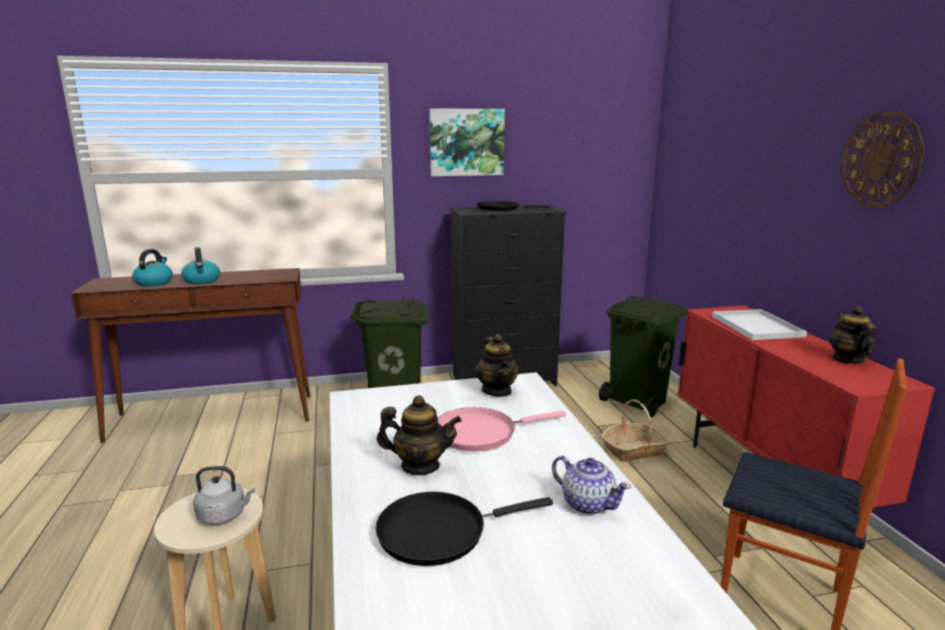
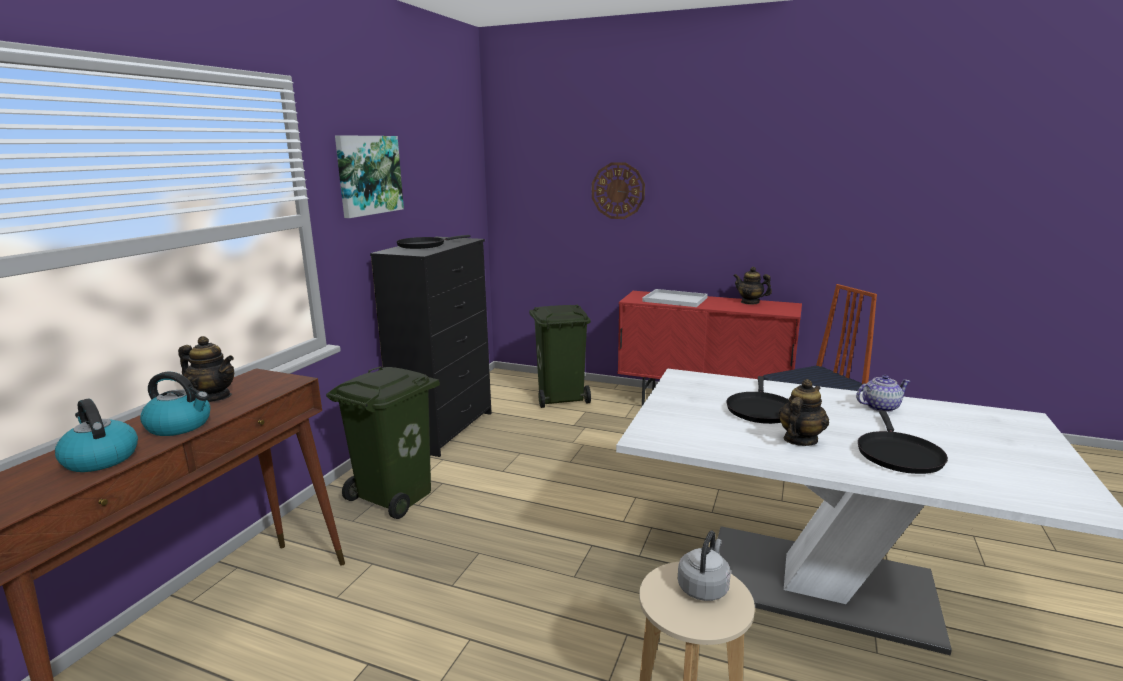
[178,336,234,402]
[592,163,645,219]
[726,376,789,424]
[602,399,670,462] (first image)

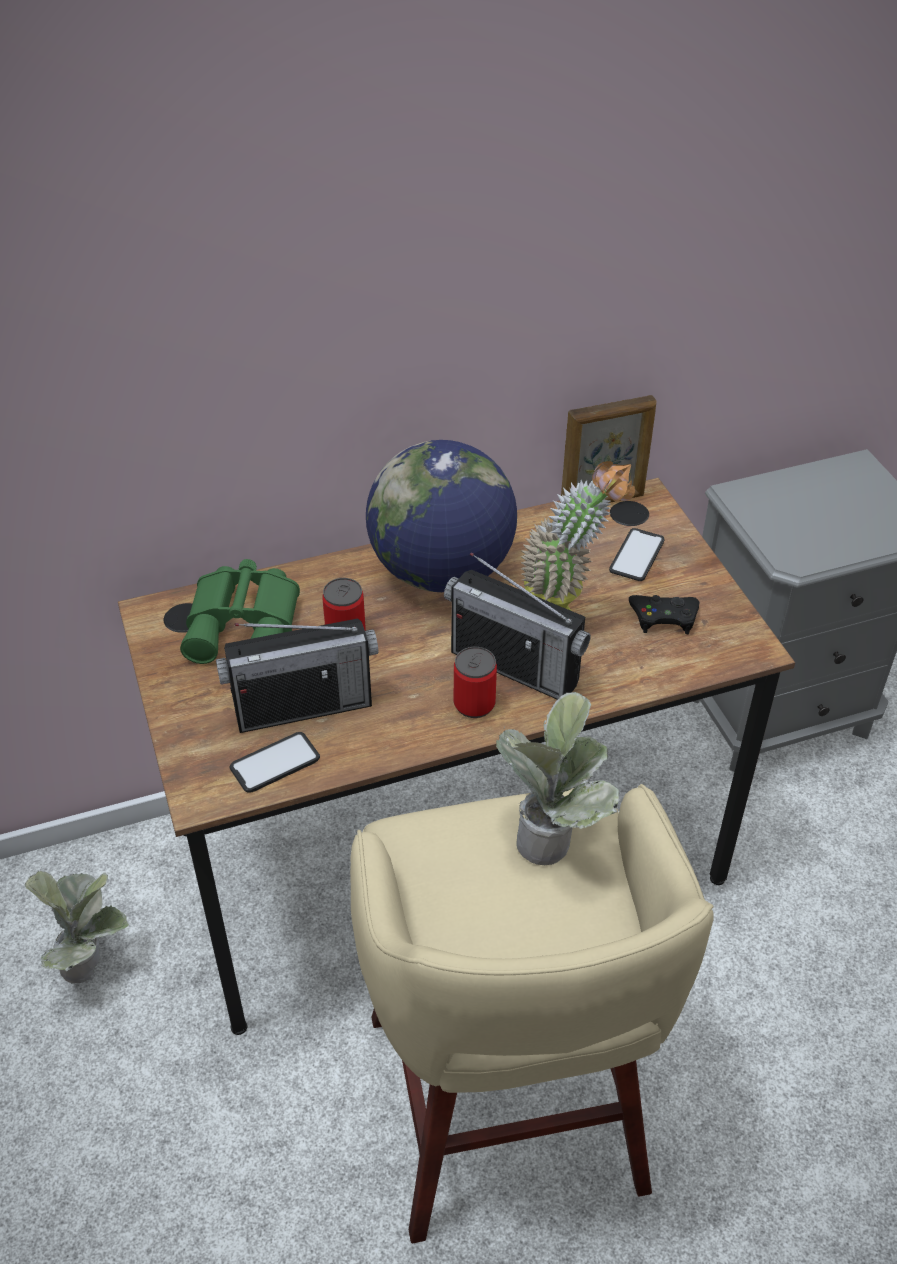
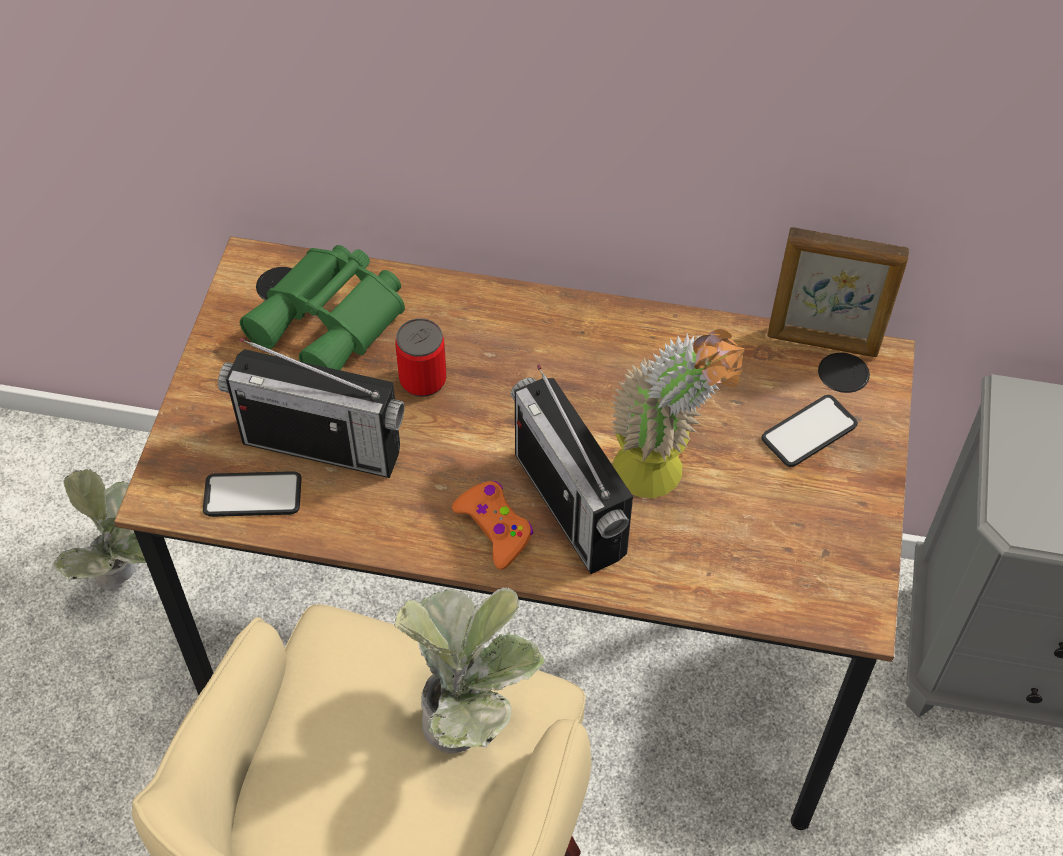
[452,481,533,570]
[366,440,517,592] (first image)
[629,595,699,634] (first image)

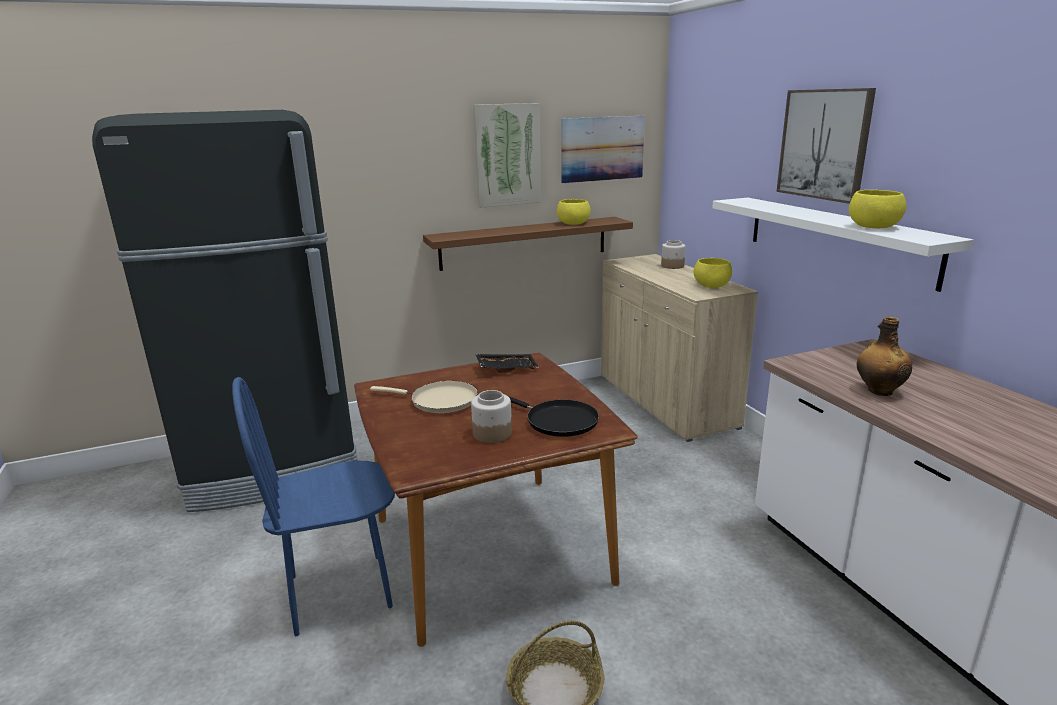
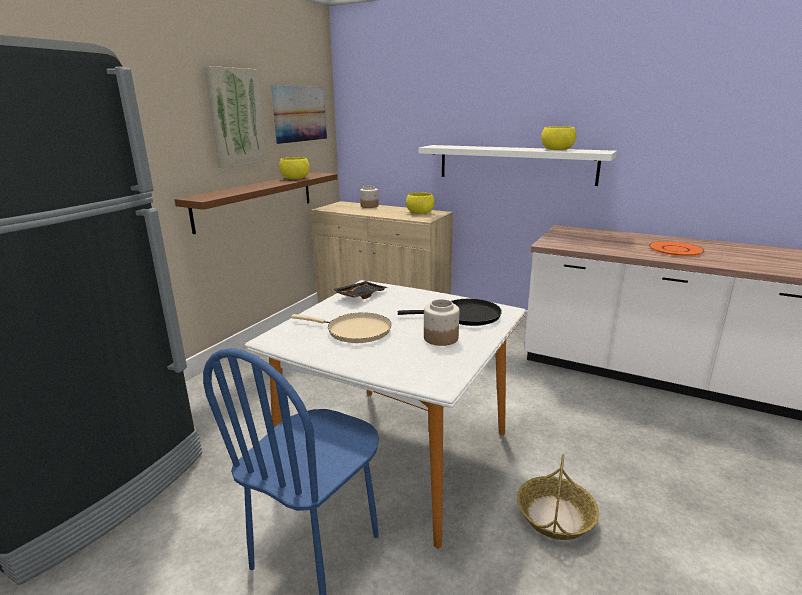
[245,280,526,549]
[291,312,392,343]
[649,241,705,257]
[776,88,876,204] (first image)
[857,317,912,396] (first image)

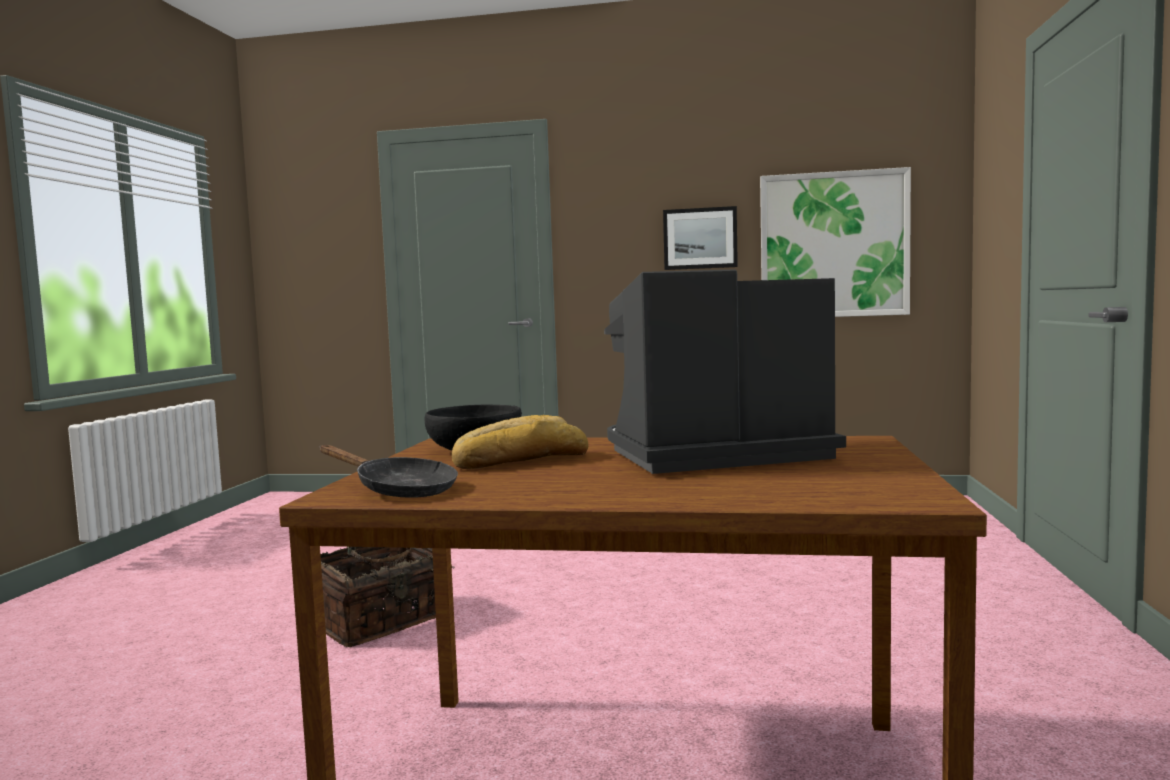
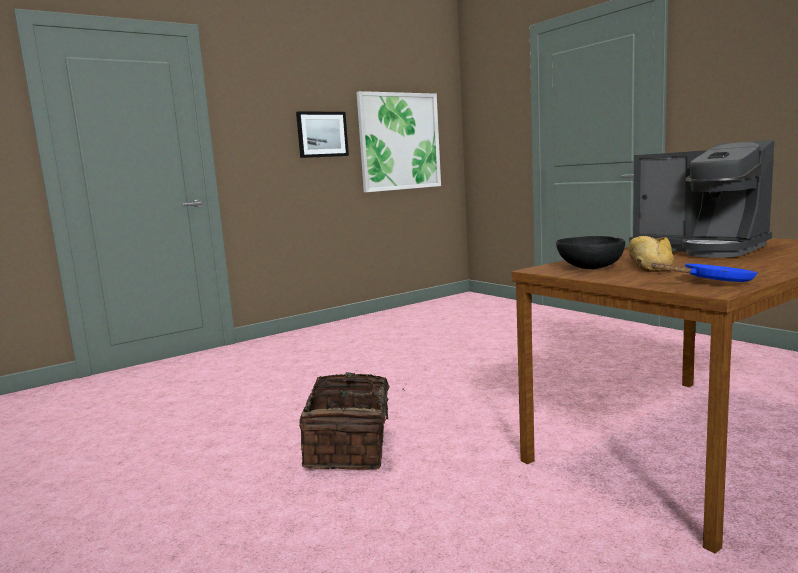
[629,140,774,258]
[651,263,758,282]

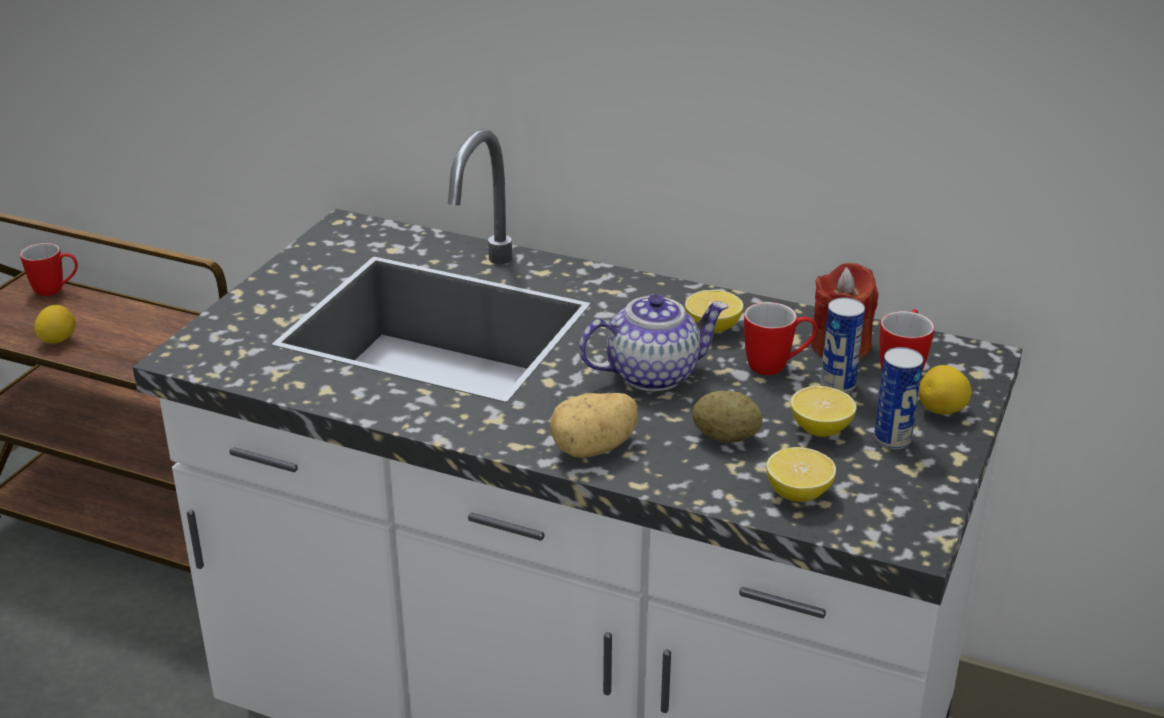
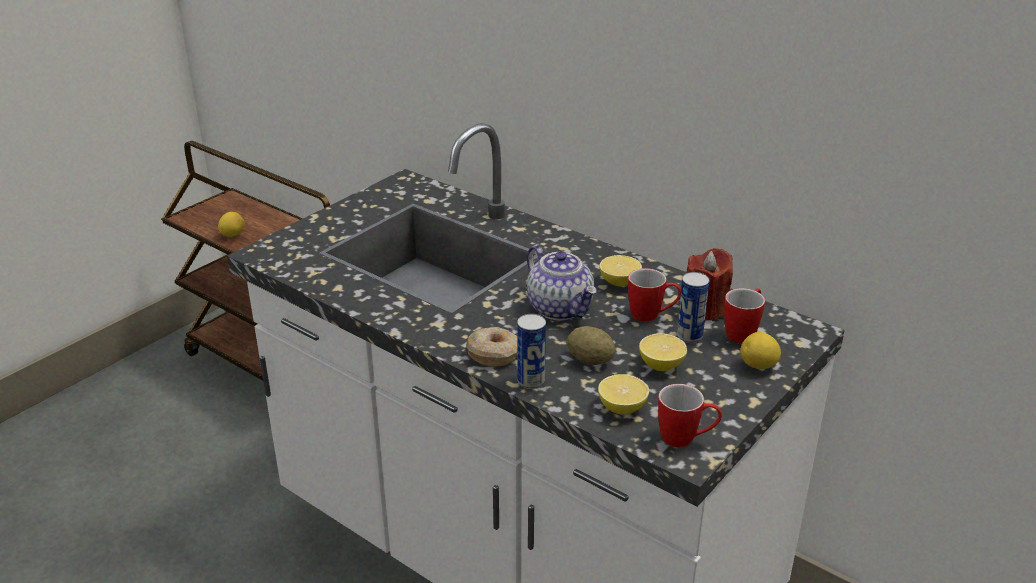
[466,327,517,367]
[517,314,546,389]
[527,245,597,320]
[658,384,722,447]

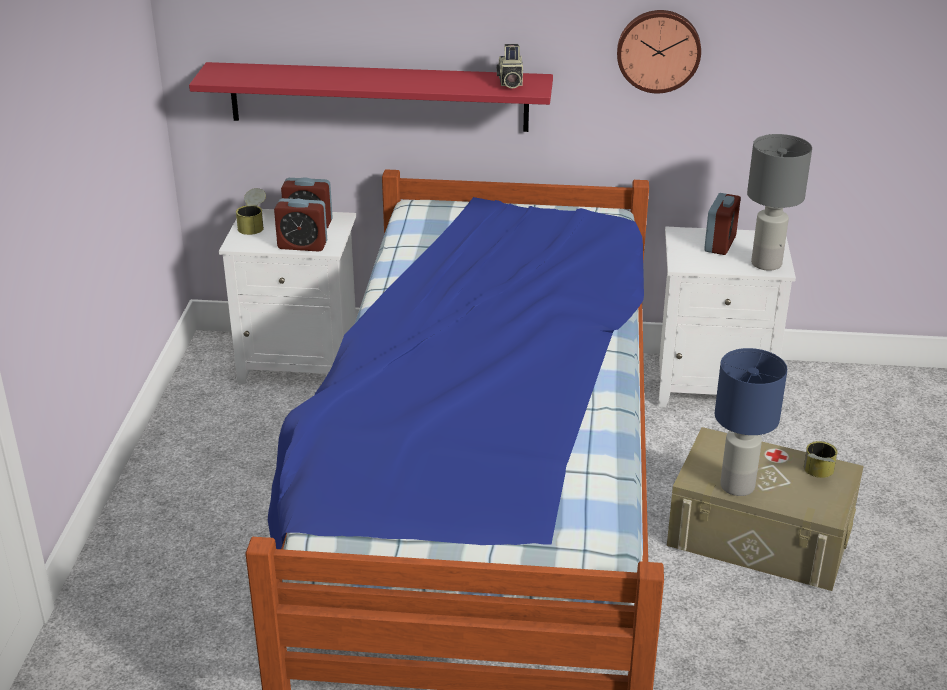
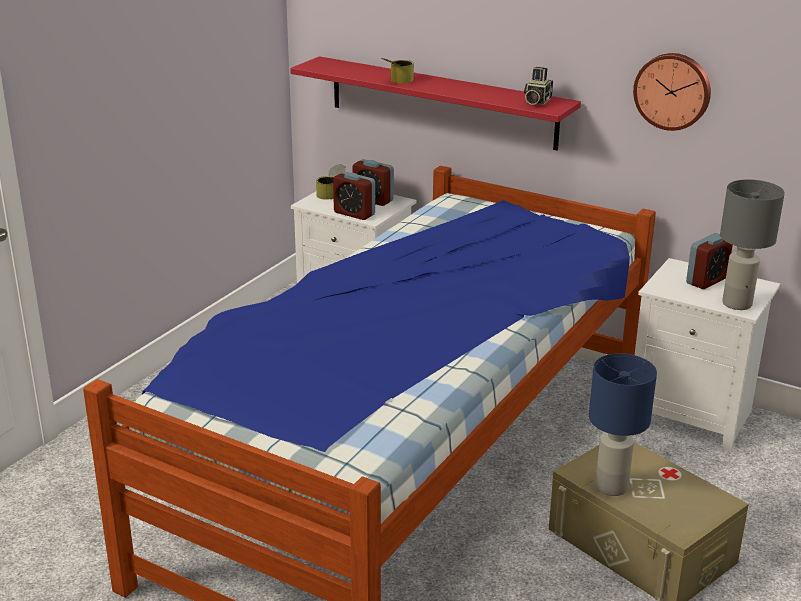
[381,58,414,84]

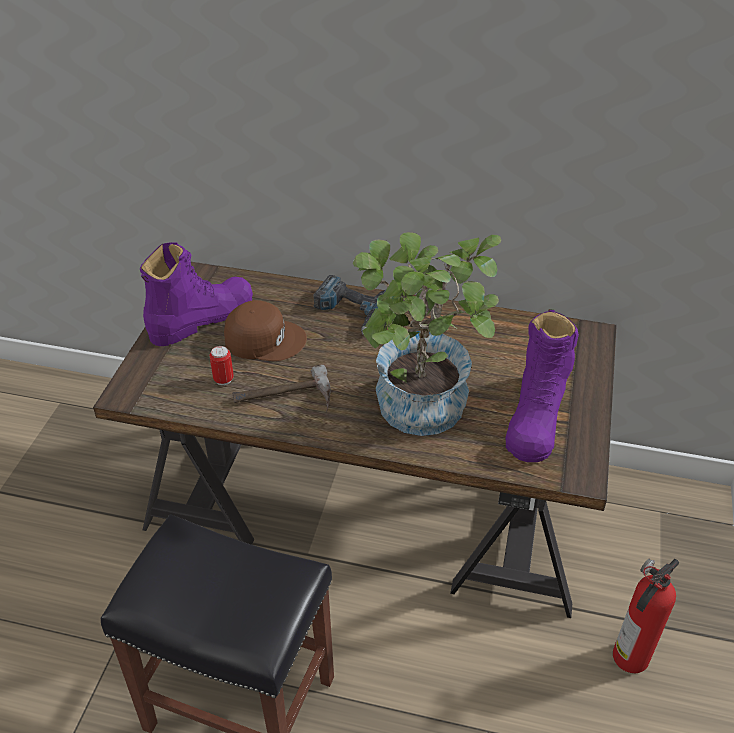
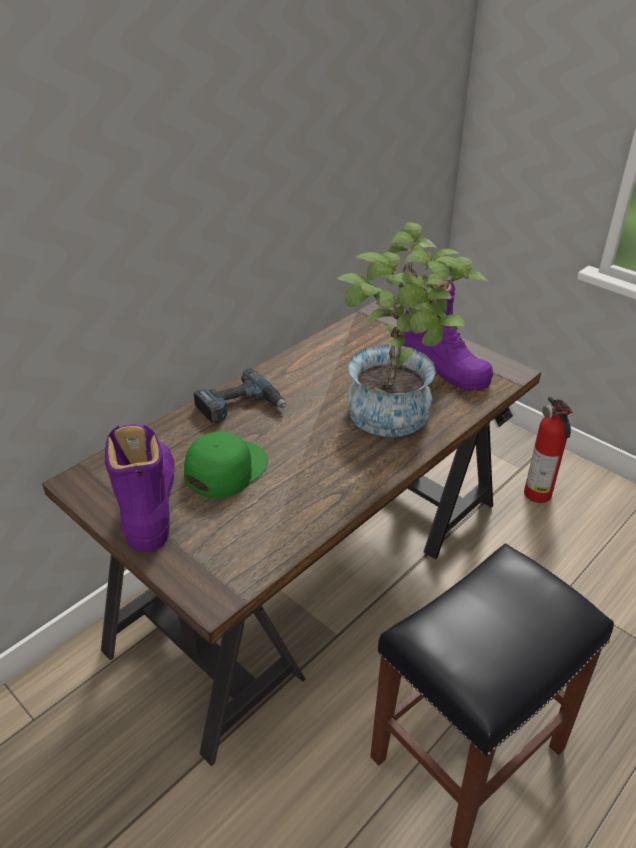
[184,432,268,499]
[209,346,234,385] (first image)
[232,365,331,412] (first image)

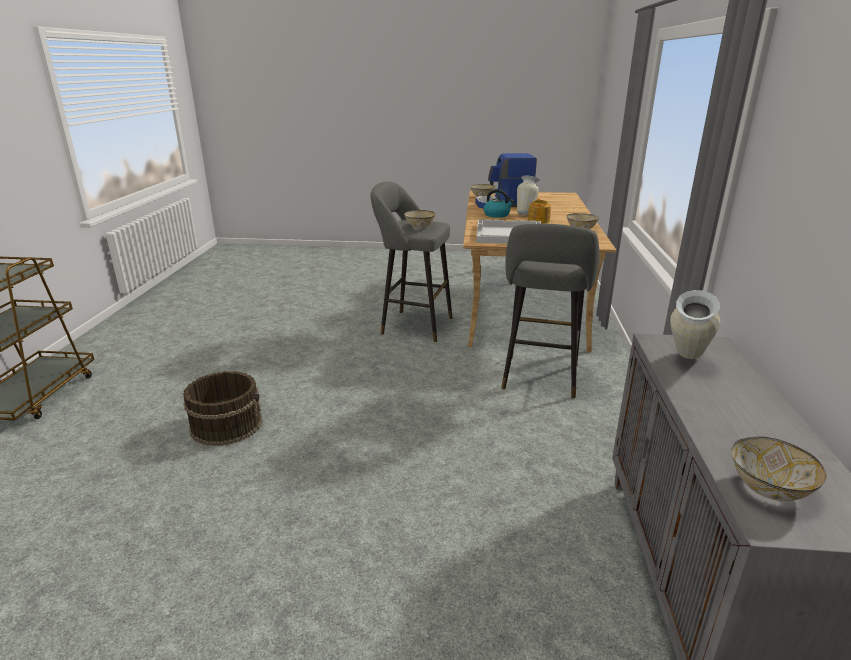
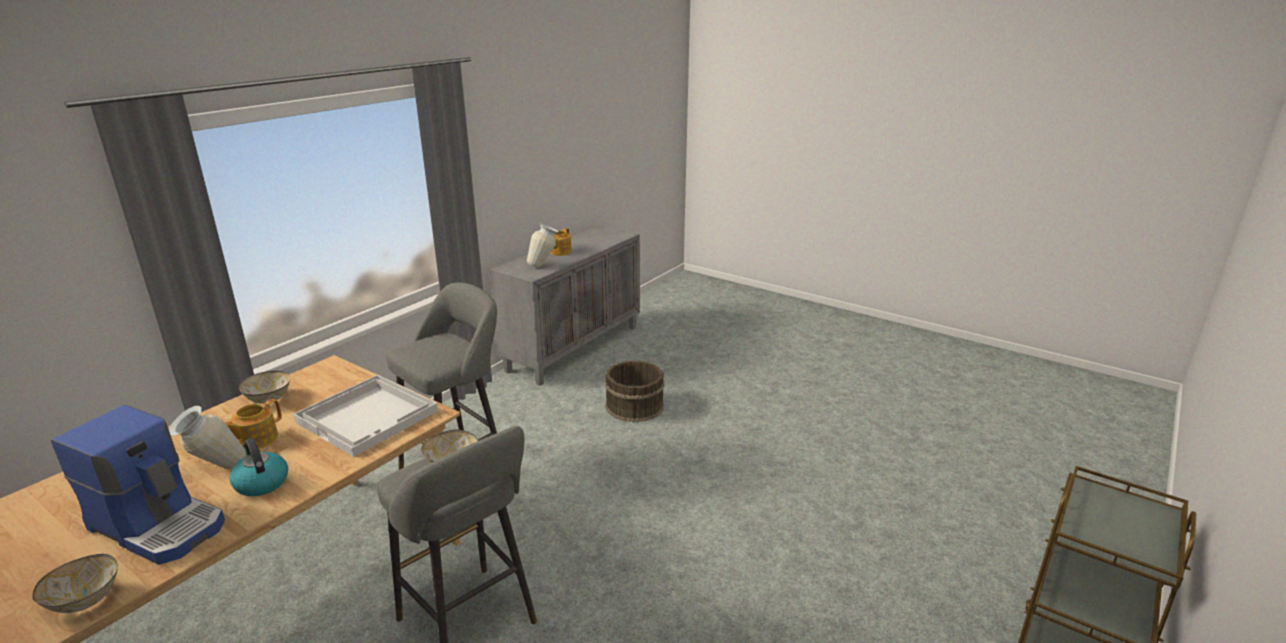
[550,228,572,256]
[605,360,665,422]
[731,437,827,501] (first image)

